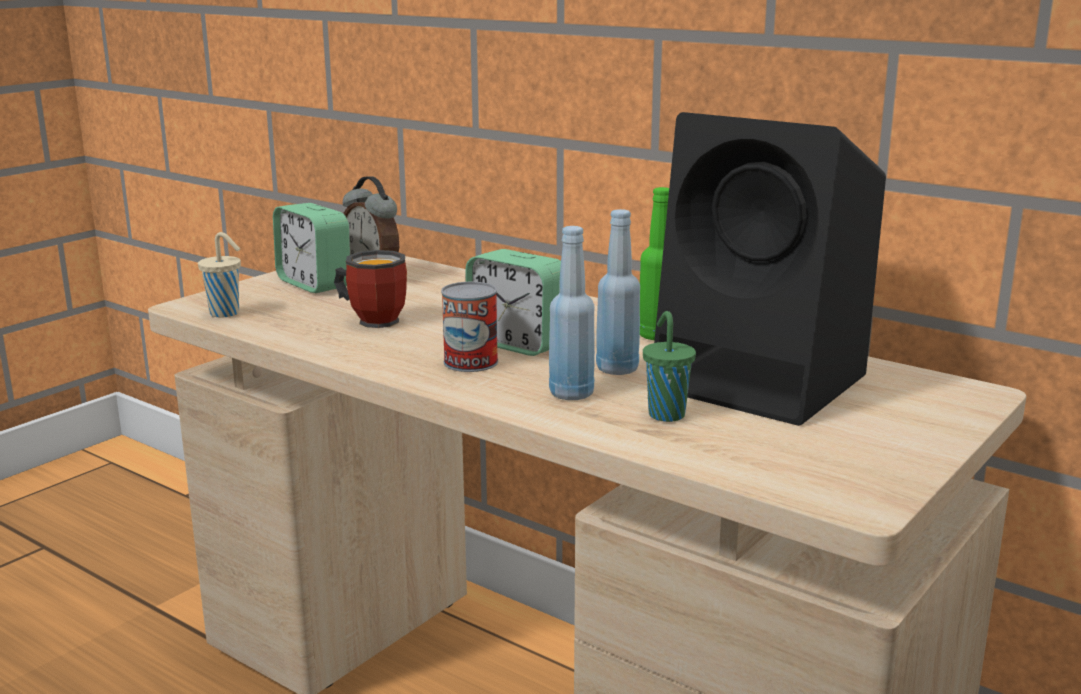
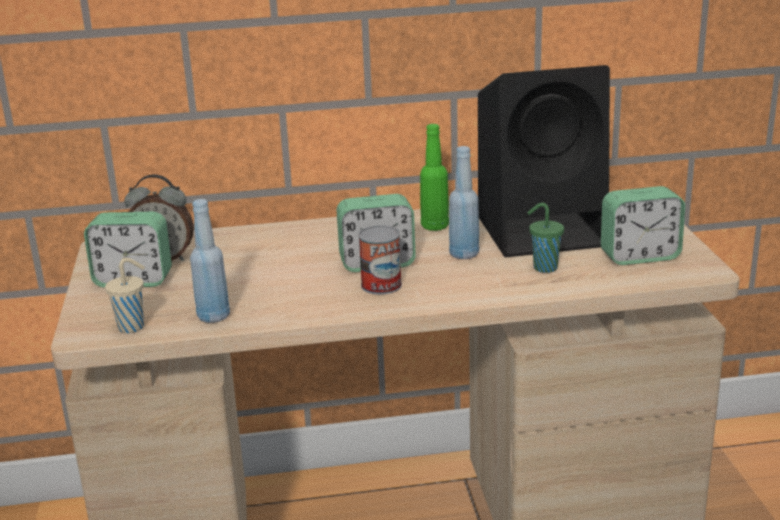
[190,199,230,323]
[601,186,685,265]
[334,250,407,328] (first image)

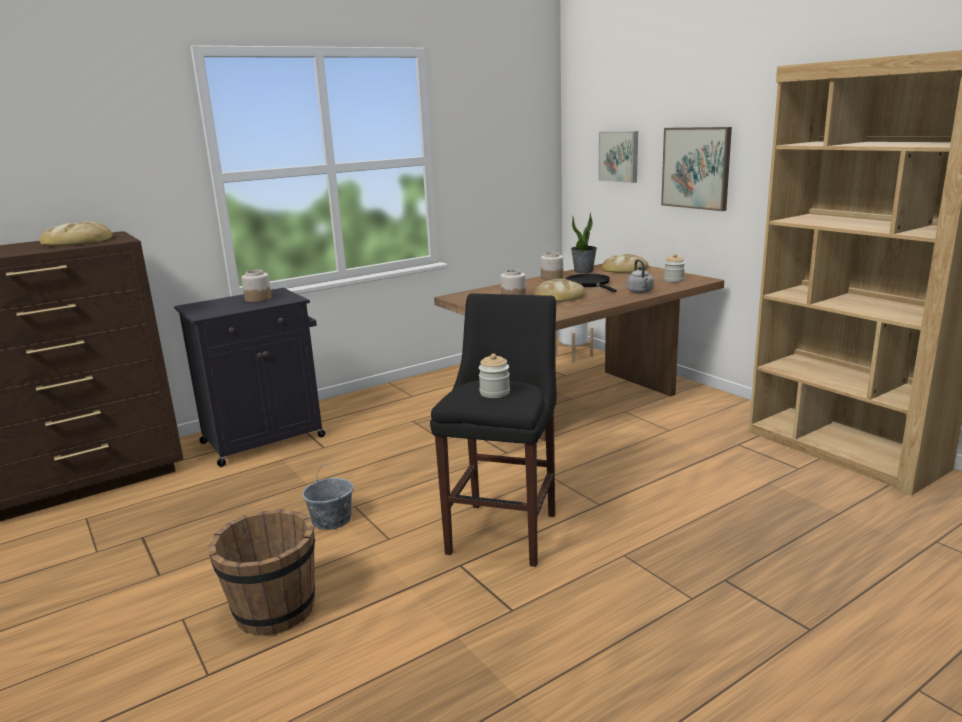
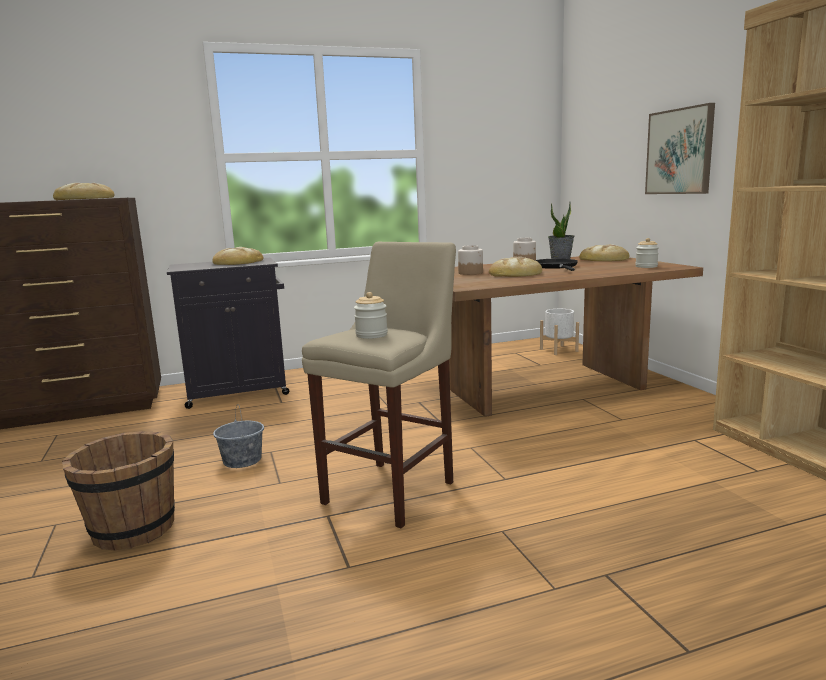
[212,247,263,265]
[302,242,456,528]
[598,131,638,183] (first image)
[627,259,654,293] (first image)

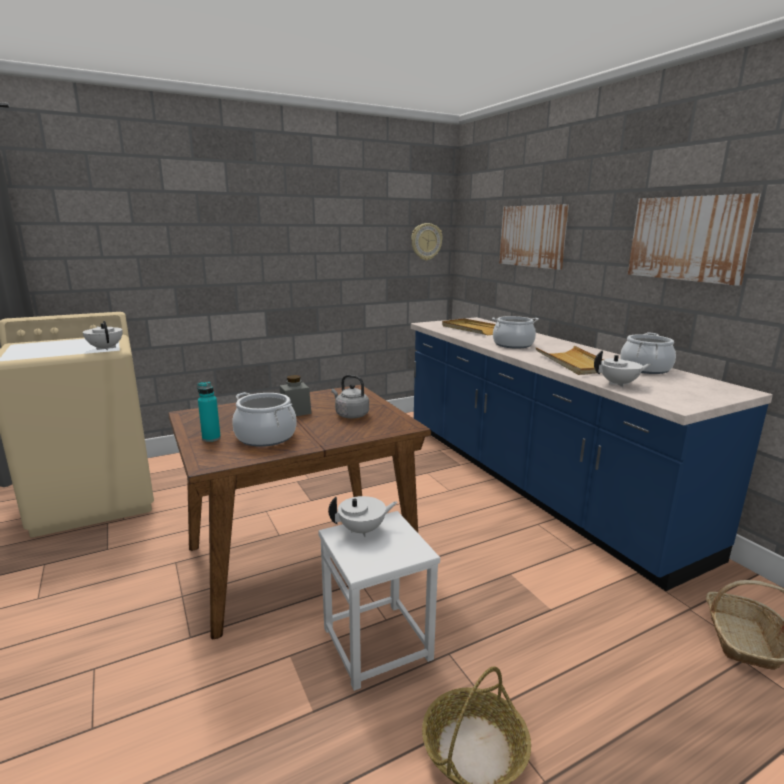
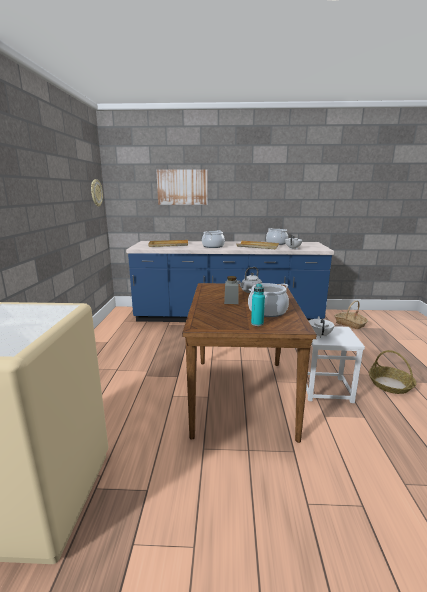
[83,321,122,350] (first image)
[628,193,761,286] (first image)

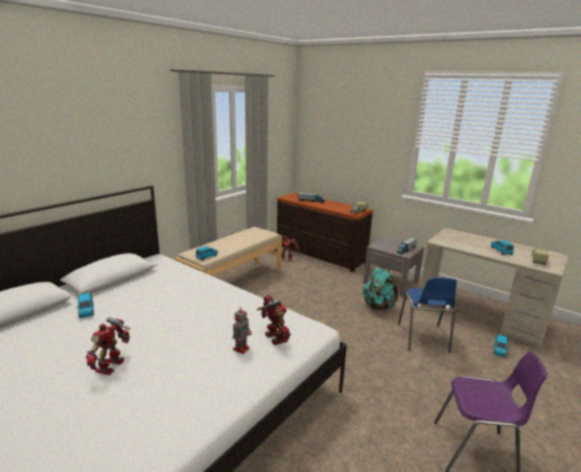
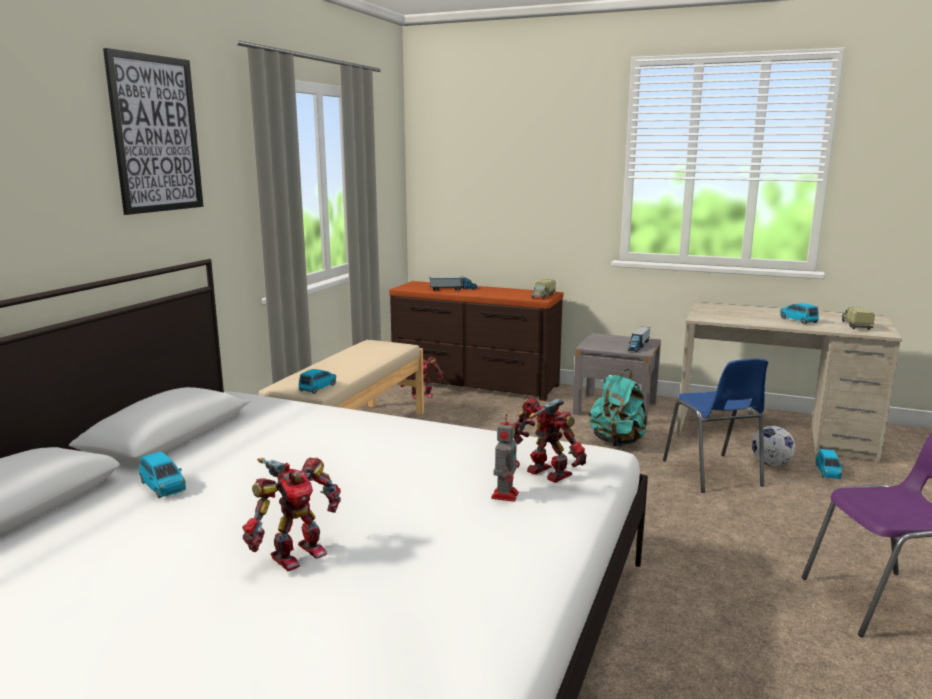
[103,48,203,215]
[242,457,341,571]
[752,426,795,466]

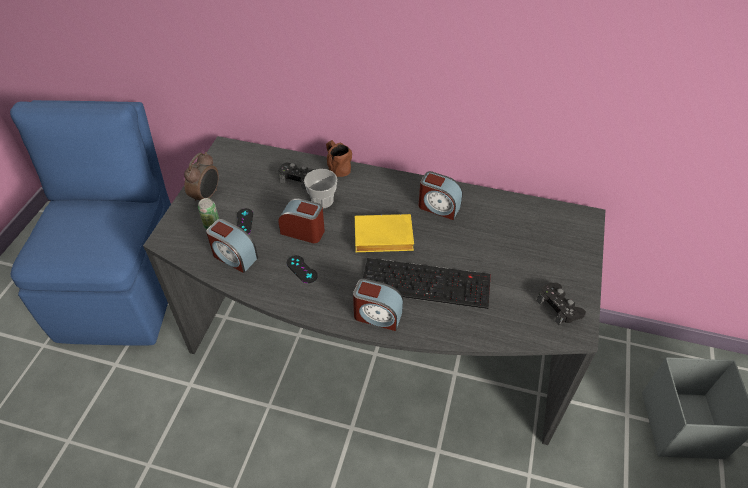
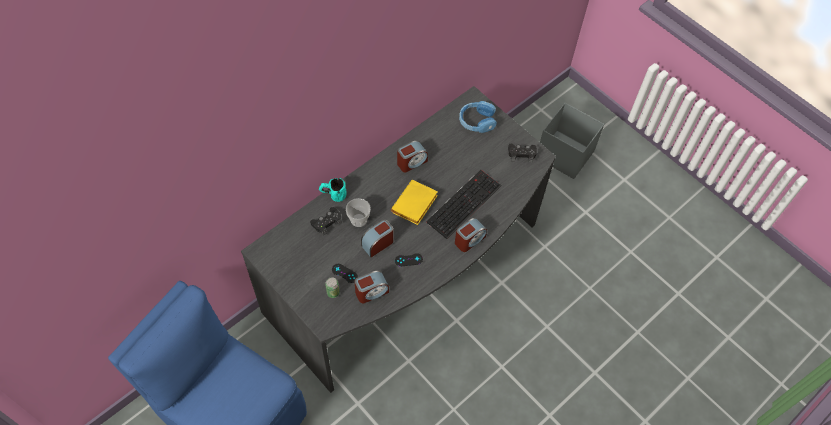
[319,178,347,202]
[459,101,497,133]
[184,152,219,201] (first image)

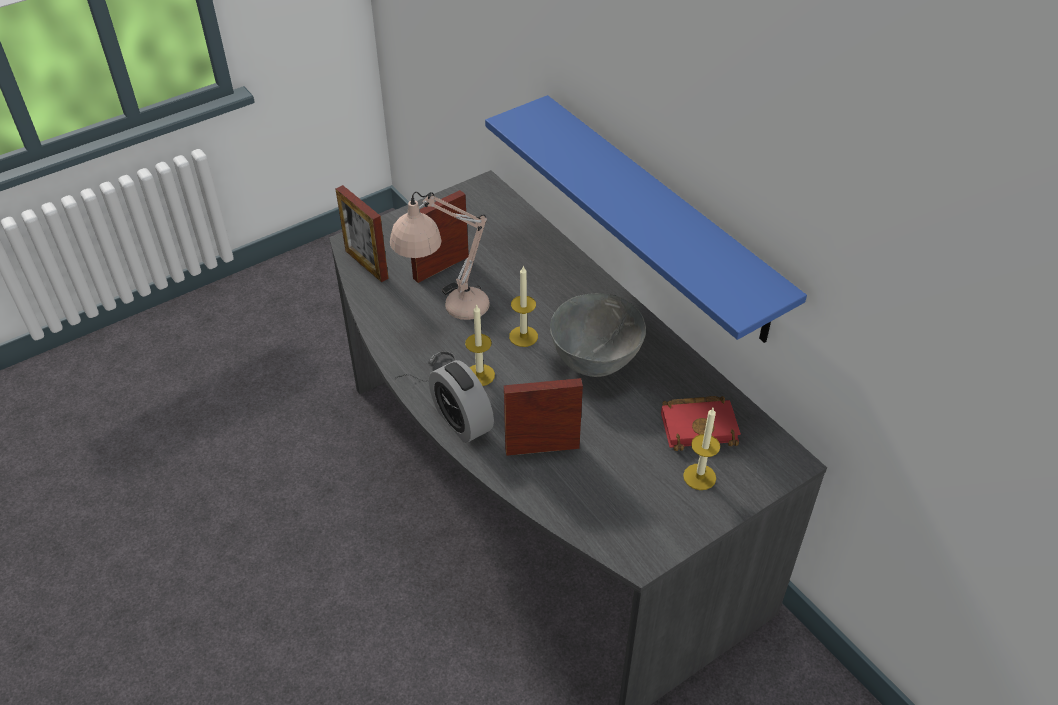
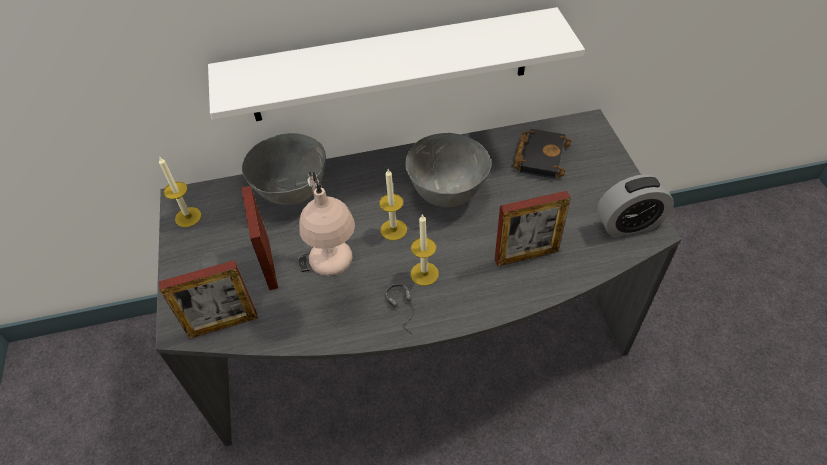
[159,156,202,227]
[208,7,585,121]
[242,133,326,205]
[495,191,571,266]
[513,129,571,179]
[597,174,674,237]

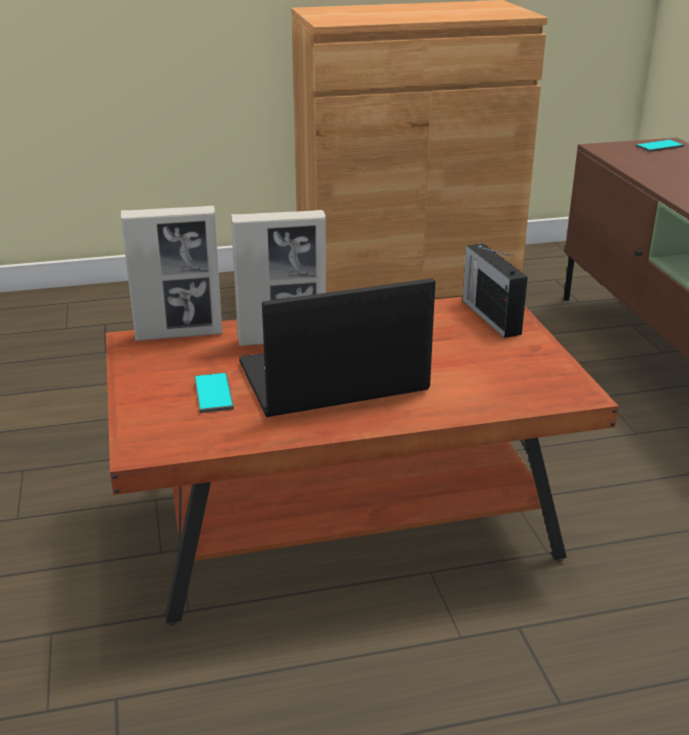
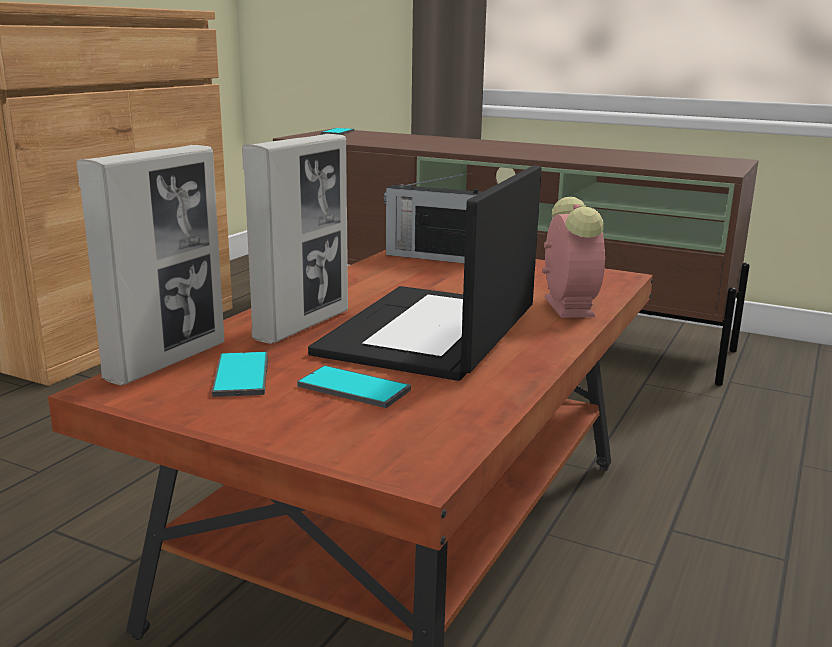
[212,352,268,397]
[542,197,605,318]

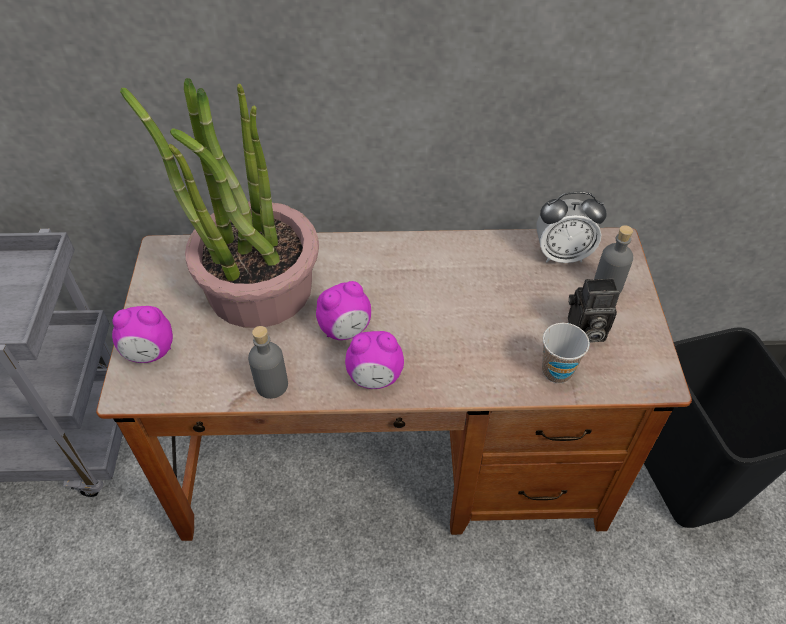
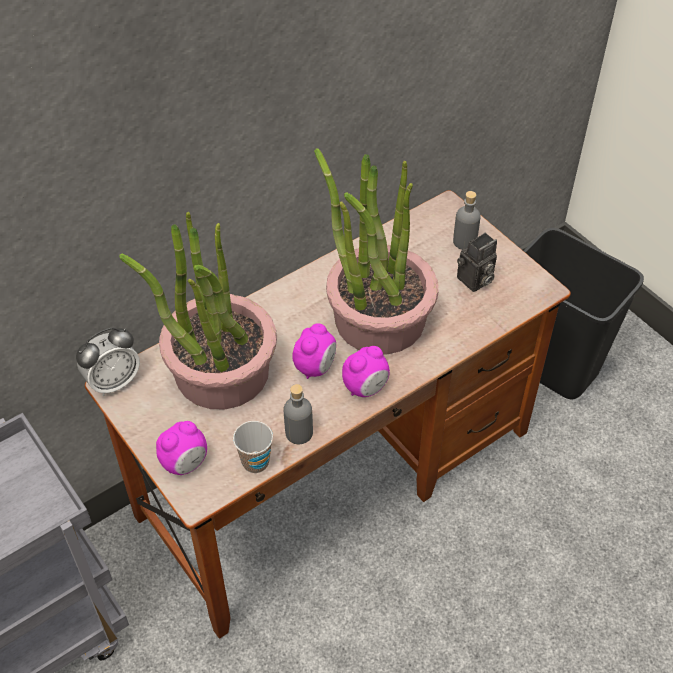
[76,328,140,396]
[233,421,273,473]
[314,149,438,354]

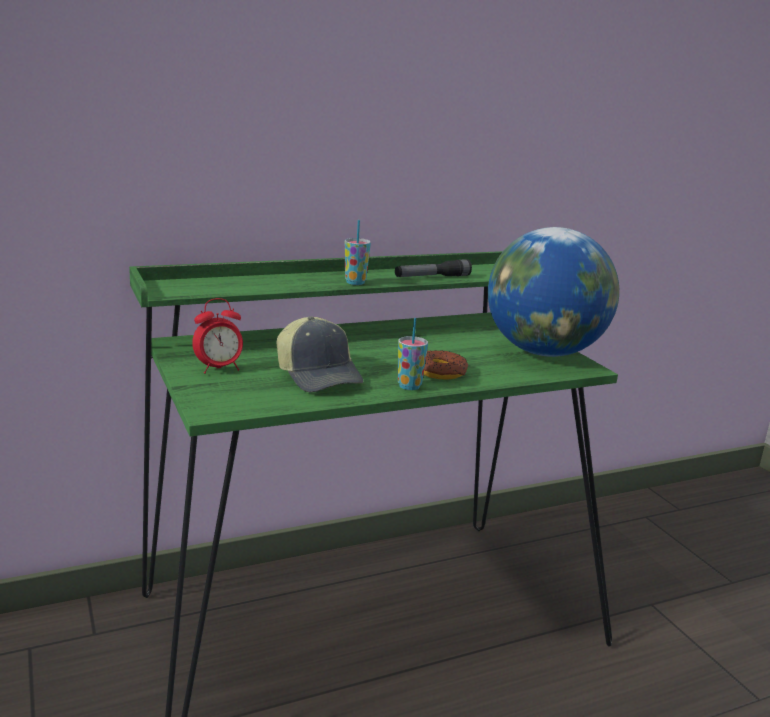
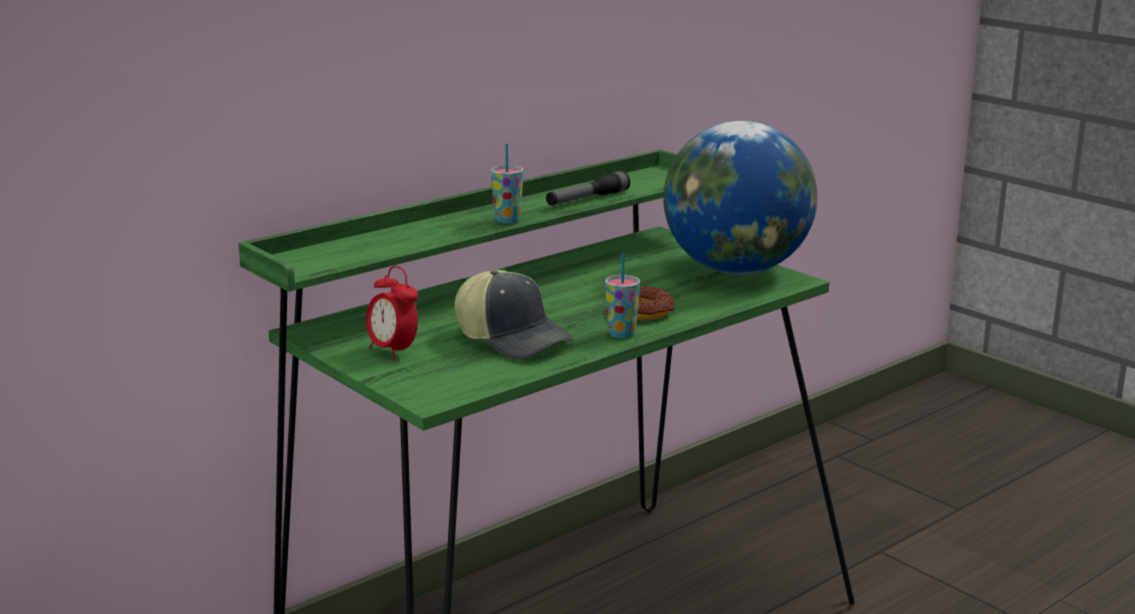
[366,266,418,360]

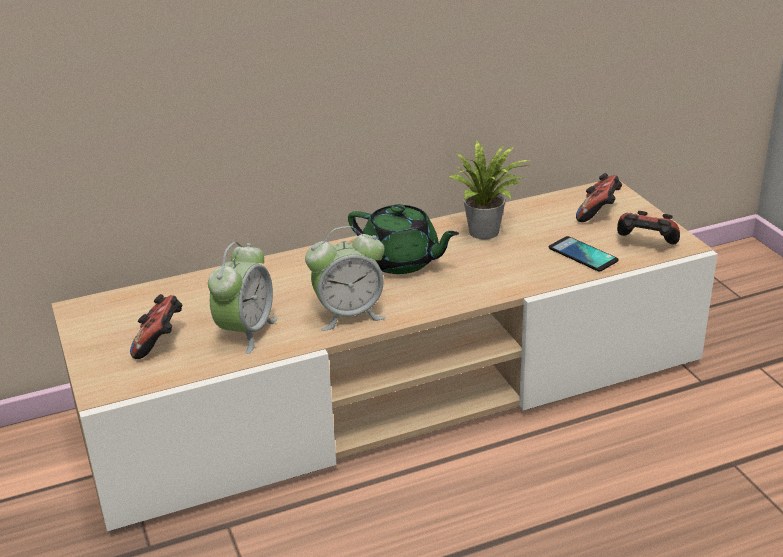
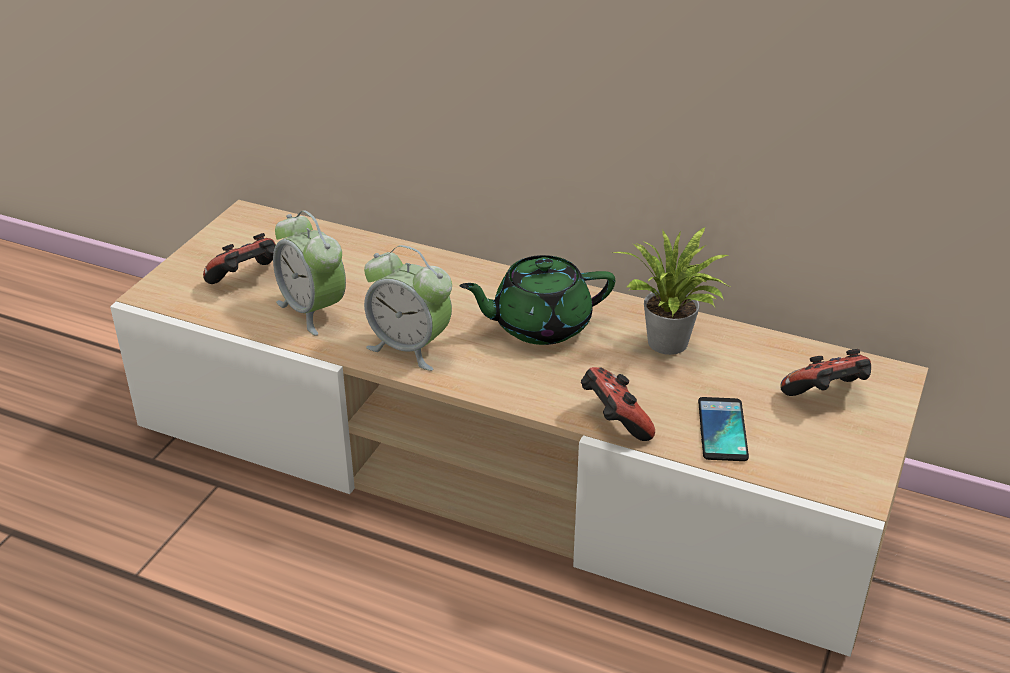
[273,210,346,336]
[459,255,615,345]
[581,367,655,441]

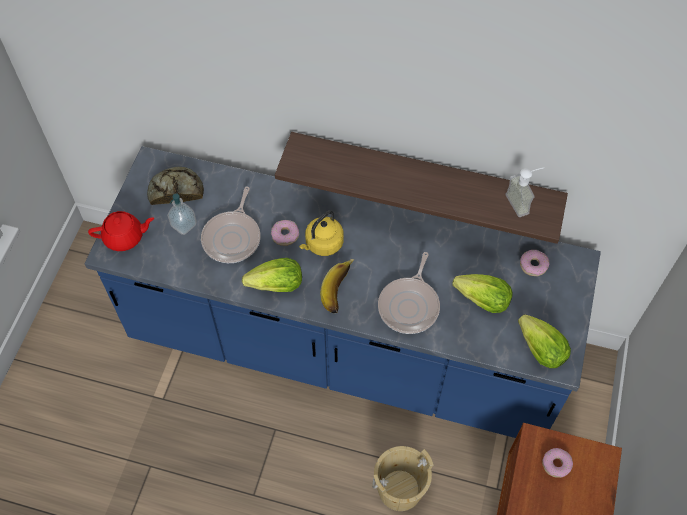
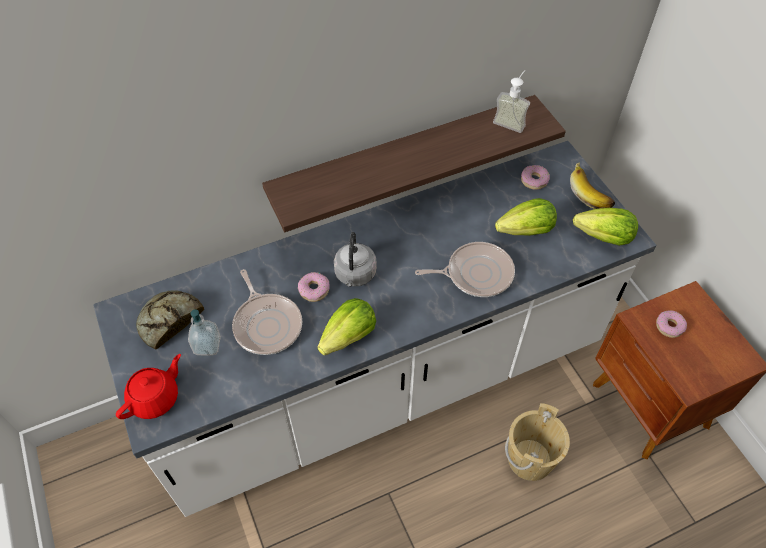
[93,141,657,517]
[334,232,377,287]
[415,242,515,297]
[570,162,615,209]

